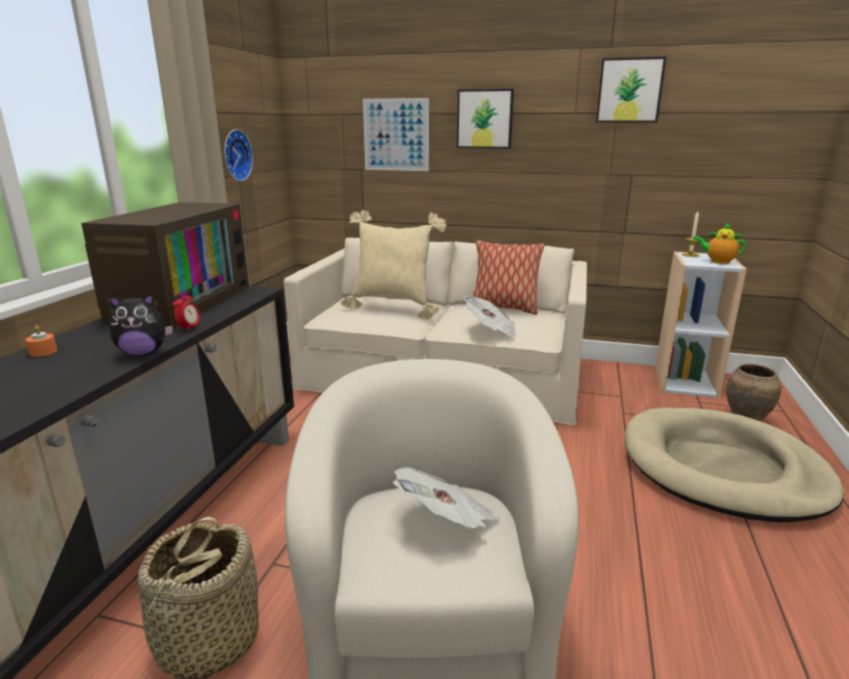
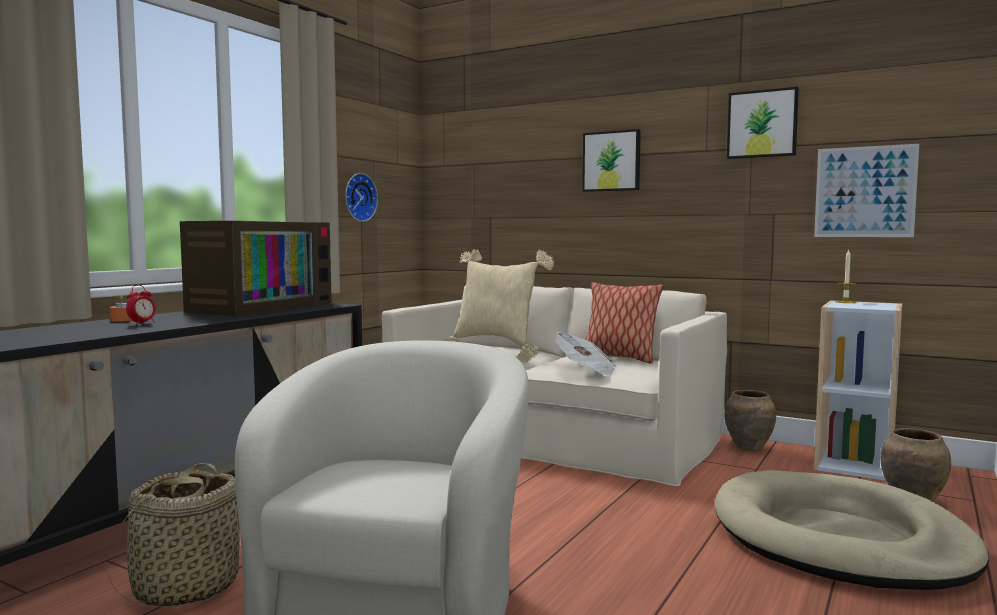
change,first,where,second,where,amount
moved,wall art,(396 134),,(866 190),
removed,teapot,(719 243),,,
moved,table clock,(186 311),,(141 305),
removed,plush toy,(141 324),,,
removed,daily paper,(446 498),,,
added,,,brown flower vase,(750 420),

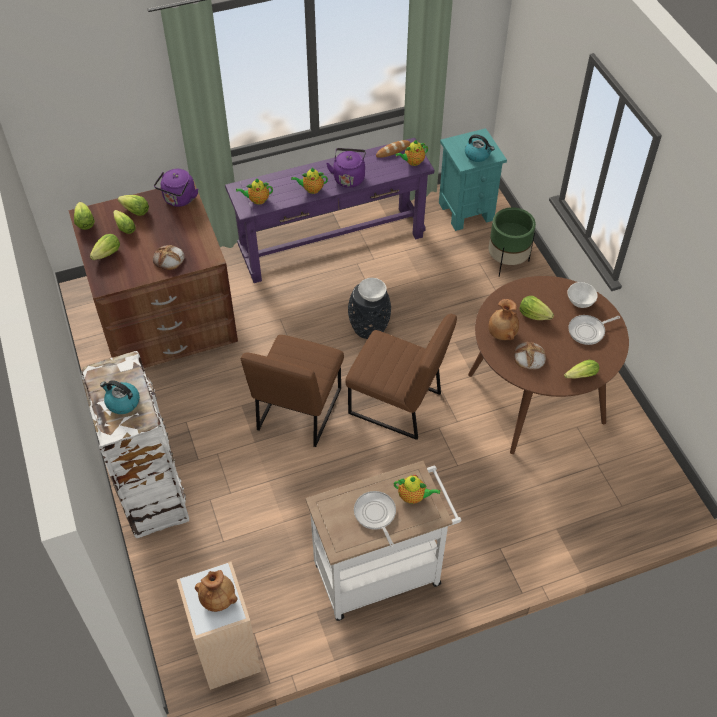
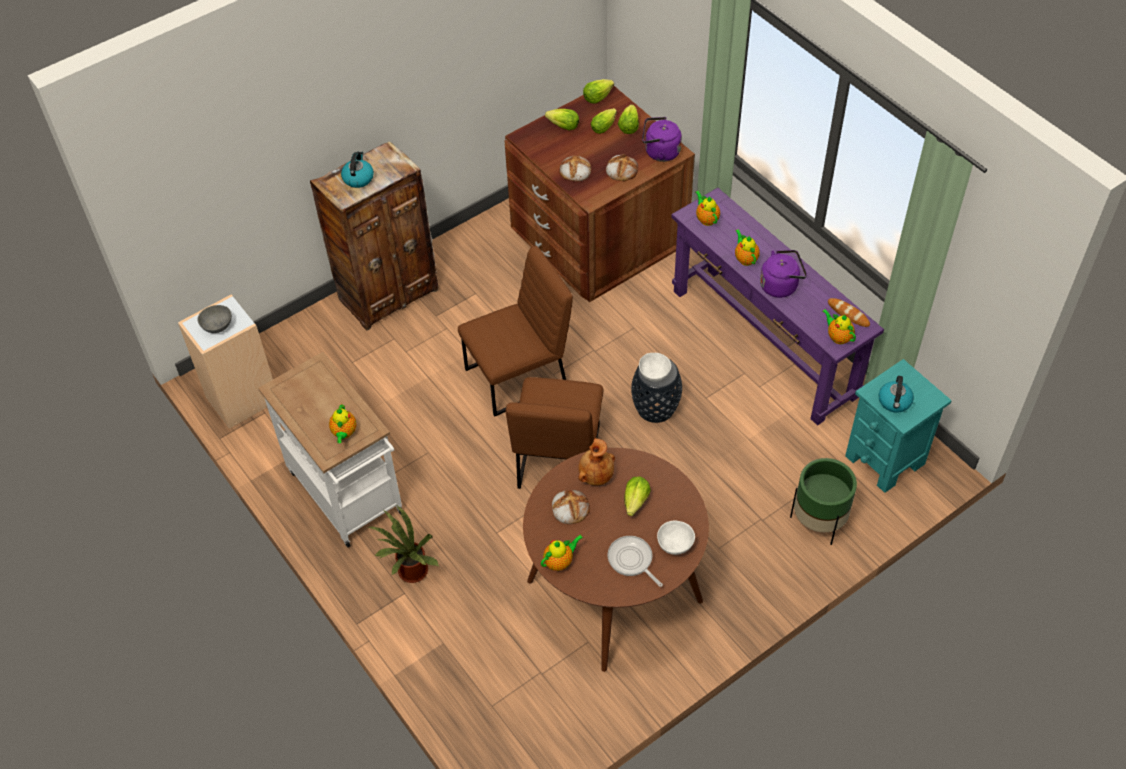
change,first,where,second,where,amount
turned,brown chair,(292 391),,(515 331),150 degrees clockwise
recoloured,white-coloured cupboard,(135 444),brown cupboard,(374 236),
replaced,lettuce head,(581 369),teapot,(562 552),
removed,frying pan,(375 519),,,
replaced,brown flower vase,(216 591),grey deep dish,(215 319),
added,,,bakery bread,(622 167),
added,,,plant in a pot,(403 544),

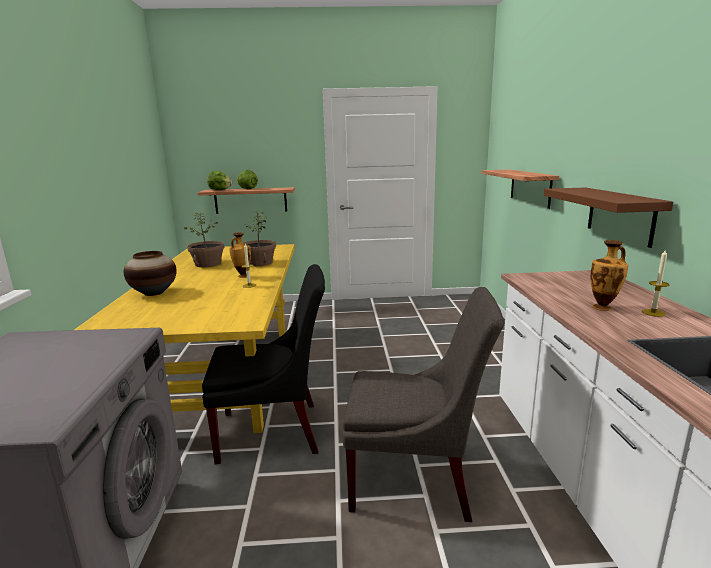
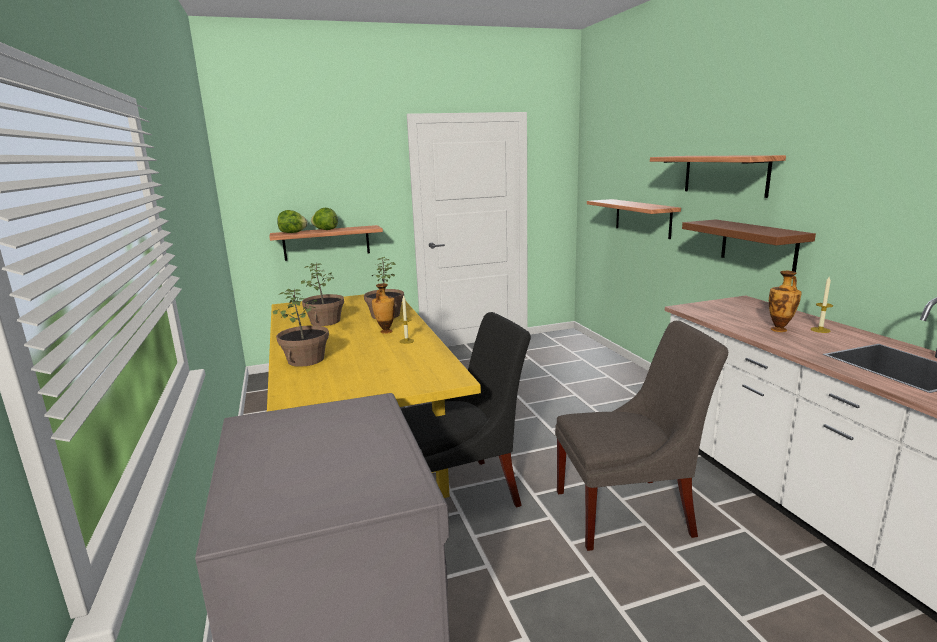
change,first,where,second,where,amount
replaced,flower vase,(150 273),plant in a pot,(301 328),
added,,,bracket shelf,(718 176),

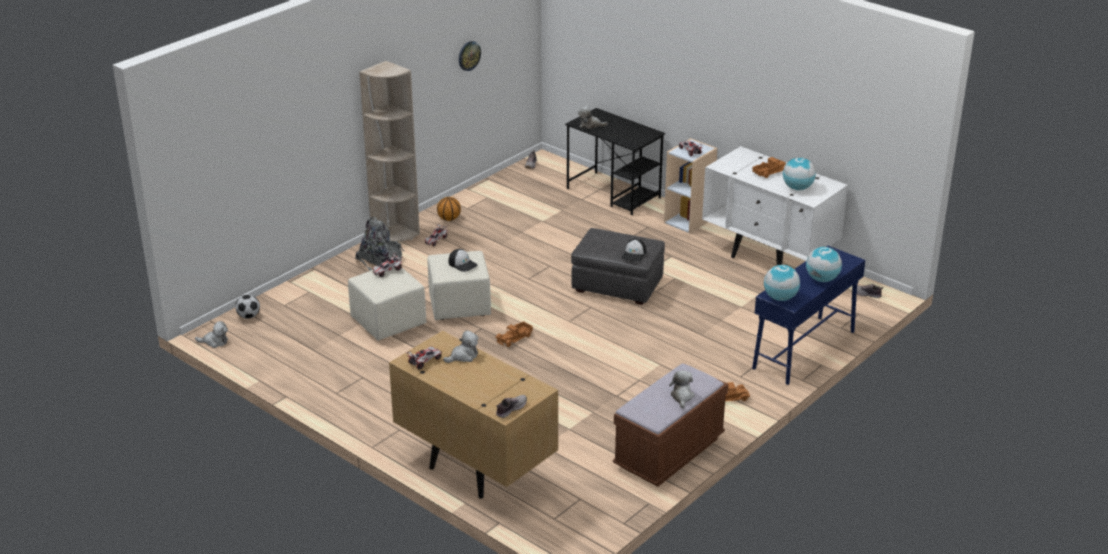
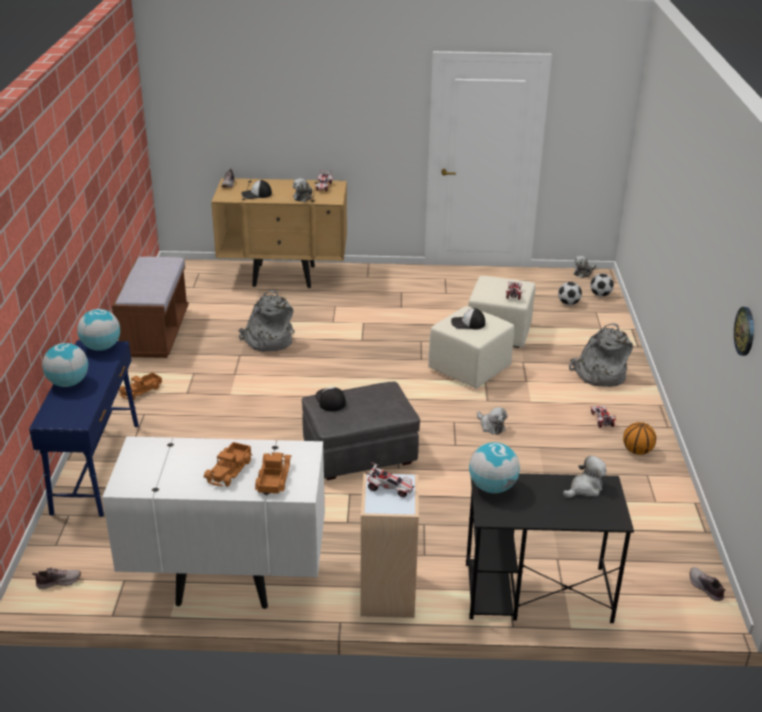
change,first,where,second,where,amount
removed,sand-coloured shelving unit,(389 151),,,
moved,world globe,(799 173),,(494 467),
moved,toy lorry,(514 334),,(273 473),
moved,plush toy,(682 389),,(492 421),
added,,,baseball cap,(256 189),
added,,,football,(570 293),
added,,,grey rucksack,(266 321),

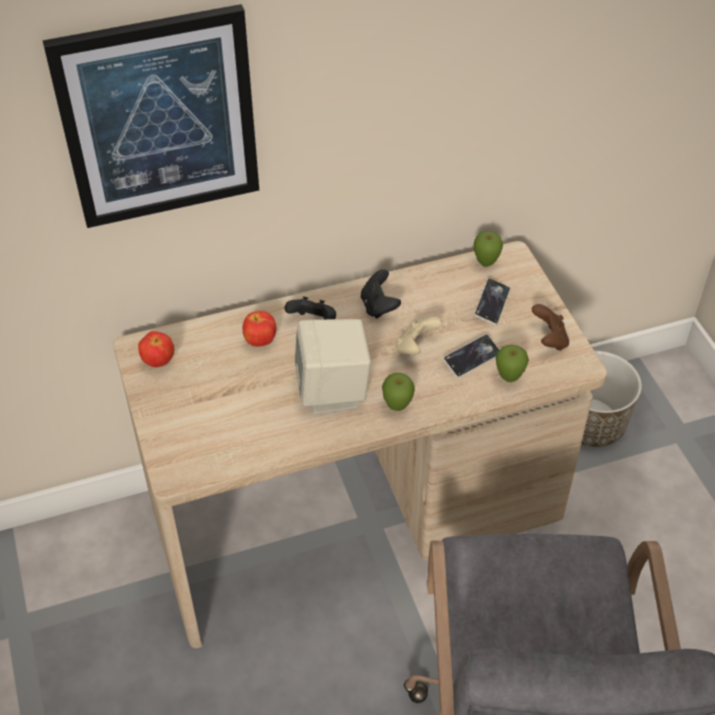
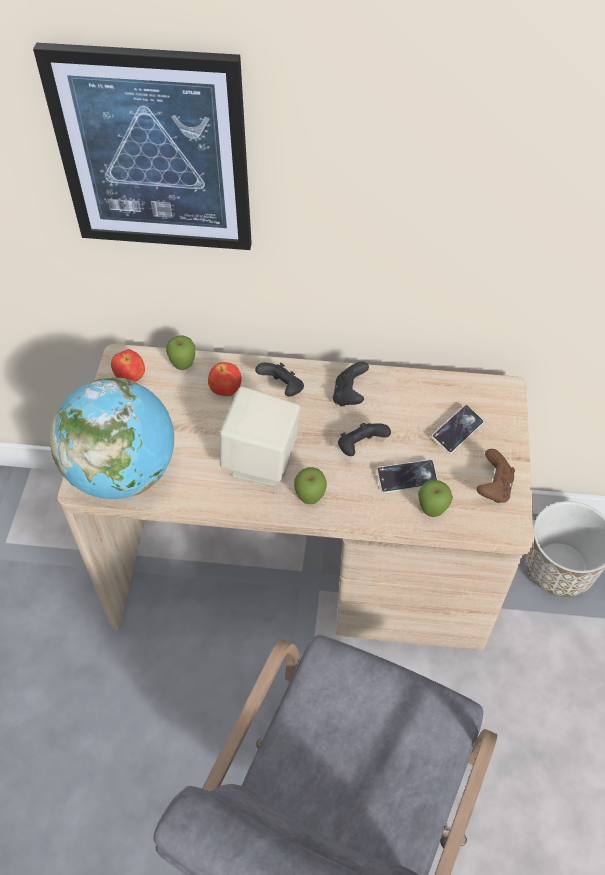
change,first,where,second,where,amount
moved,apple fruit,(488 249),,(180 352),
recoloured,sand-coloured game controller,(418 335),blackish game controller,(364 439),
added,,,world globe,(112 438),

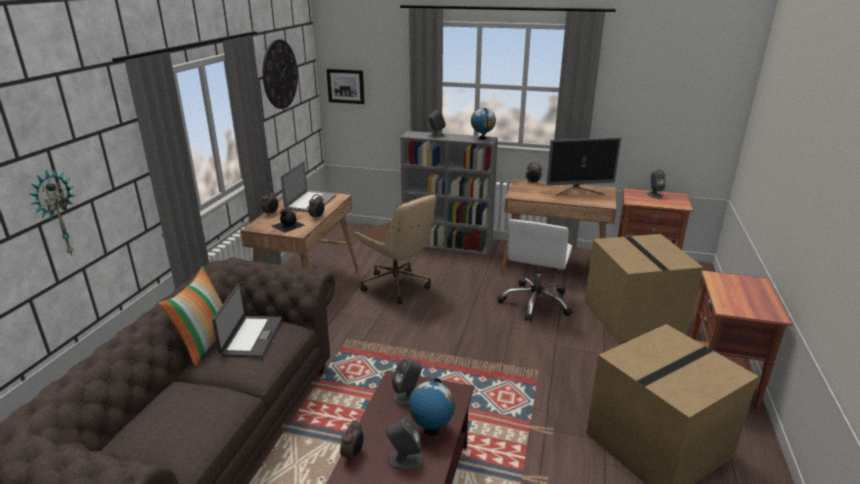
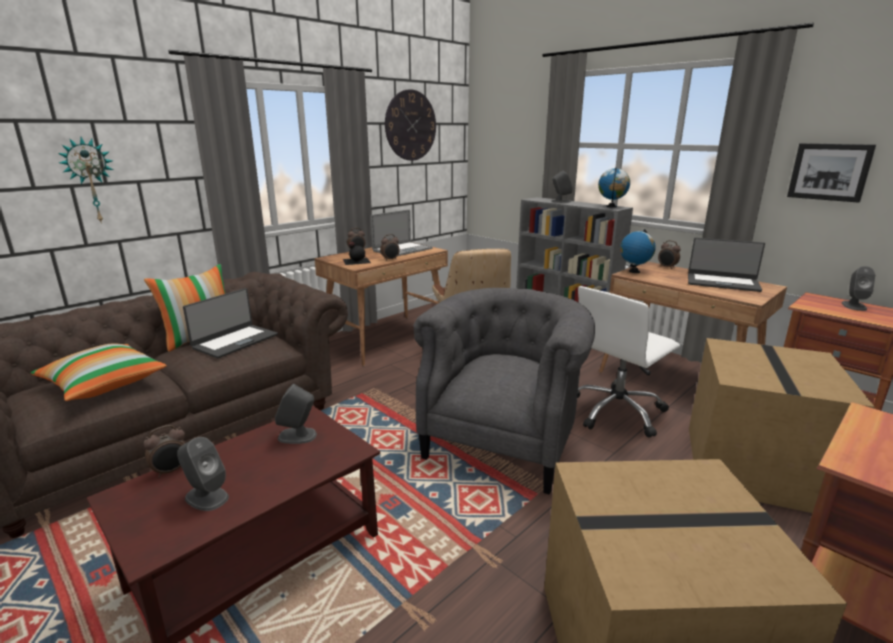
change,first,where,second,where,amount
moved,wall art,(345 86),,(831 173),
replaced,computer screen,(584 167),notebook computer,(726 265),
moved,world globe,(431 407),,(638 251),
added,,,grey armchair,(504 391),
added,,,pillow,(99 372),

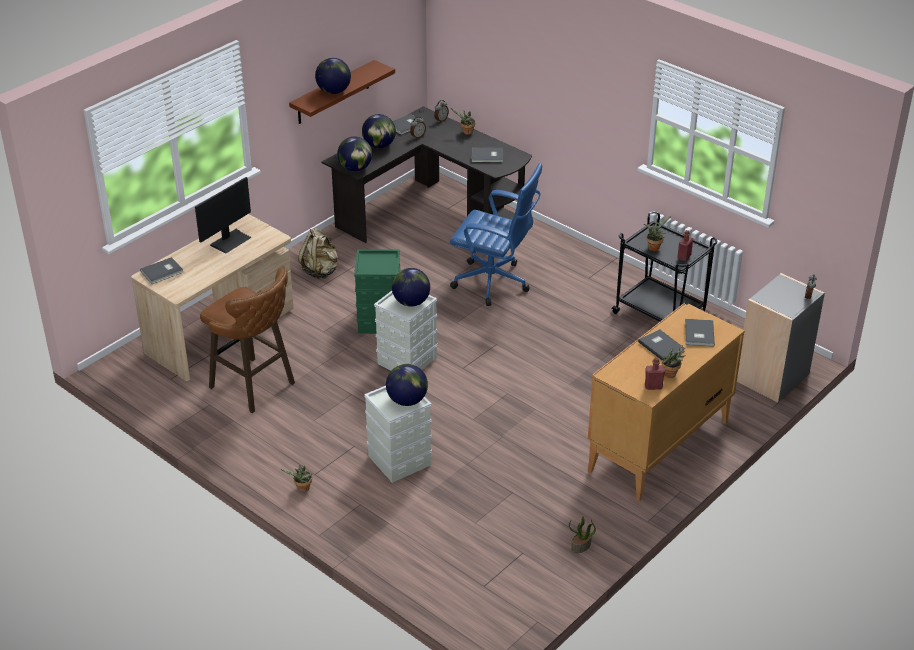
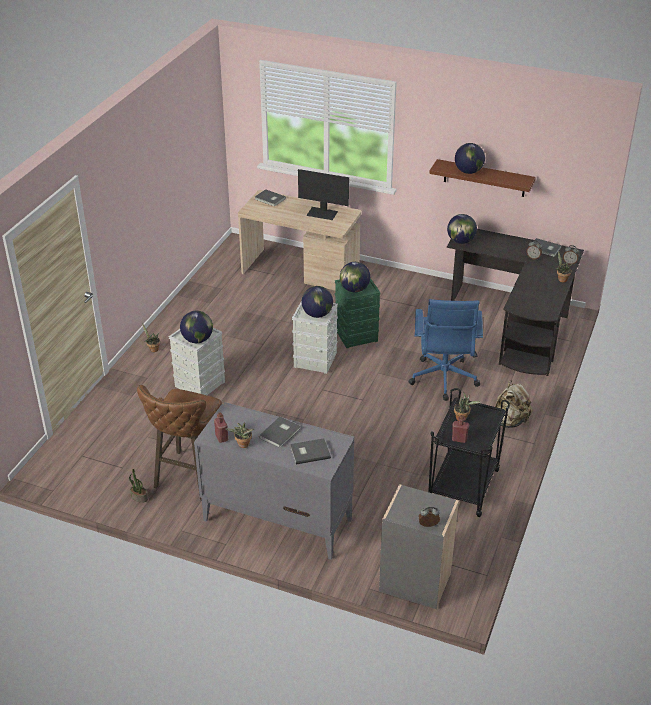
change,first,where,second,where,amount
moved,world globe,(379 131),,(355 277),
removed,grey volume,(487 155),,,
moved,sand-coloured rucksack,(318 253),,(513 404),
moved,brown sitting stool,(247 339),,(179 442),
recoloured,brown cupboard,(666 402),grey cupboard,(274 481),

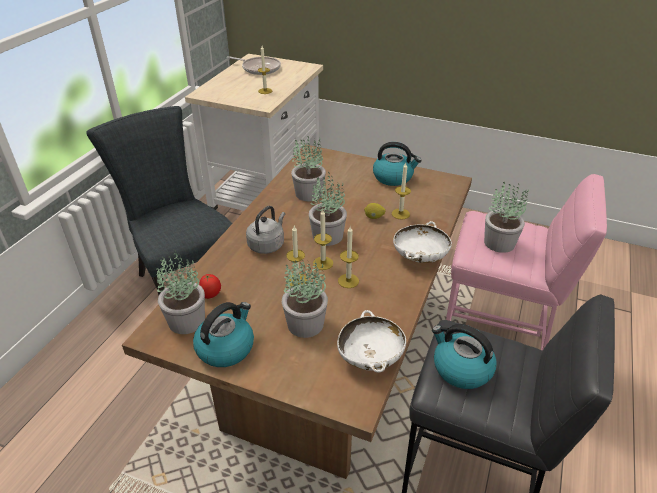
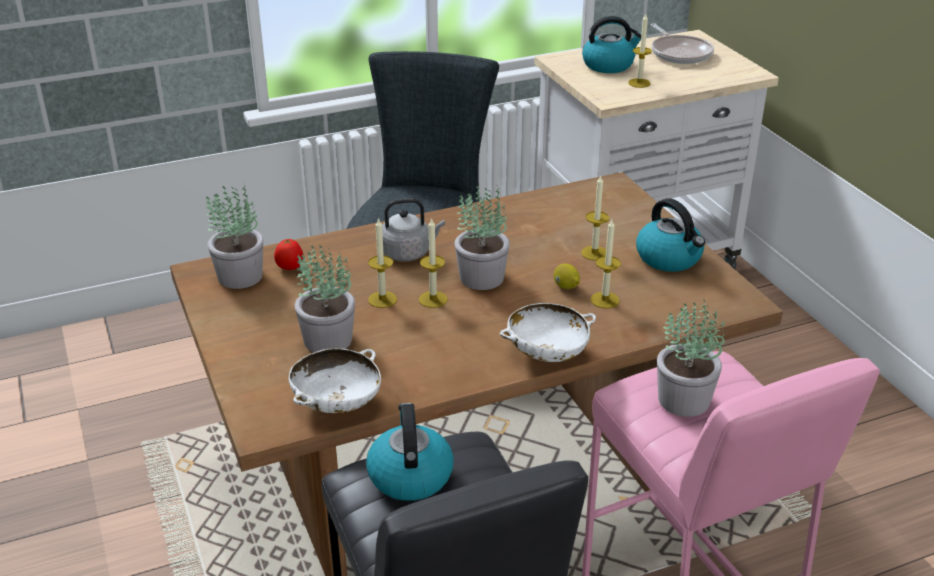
change,first,where,second,where,amount
removed,plant in a pot,(308 168),,,
moved,candle,(348 257),,(595 218),
moved,tea kettle,(223 334),,(612 44),

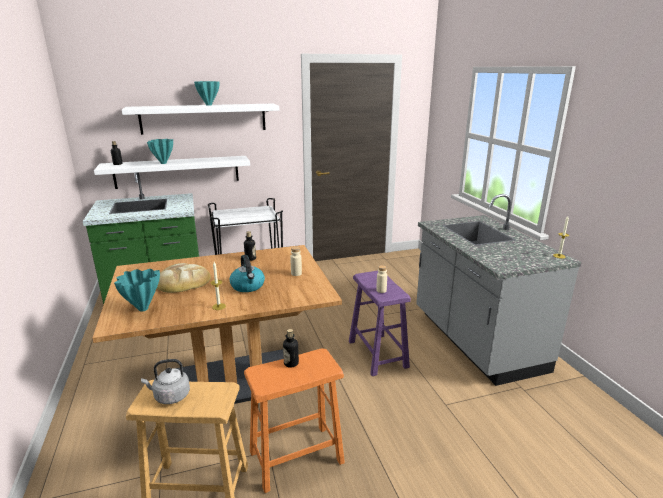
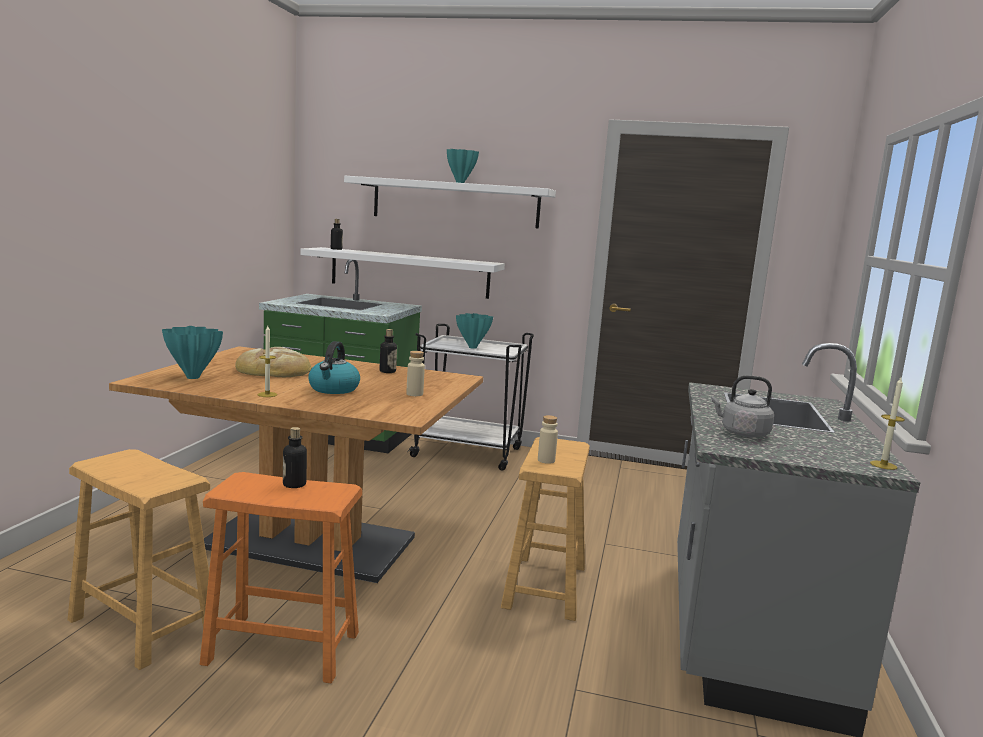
change,first,where,second,where,amount
moved,blue-green flower vase,(160 151),,(474 331),
recoloured,purple-coloured sitting stool,(380 323),brown sitting stool,(545 529),
moved,grey tea kettle,(165 381),,(742 406),

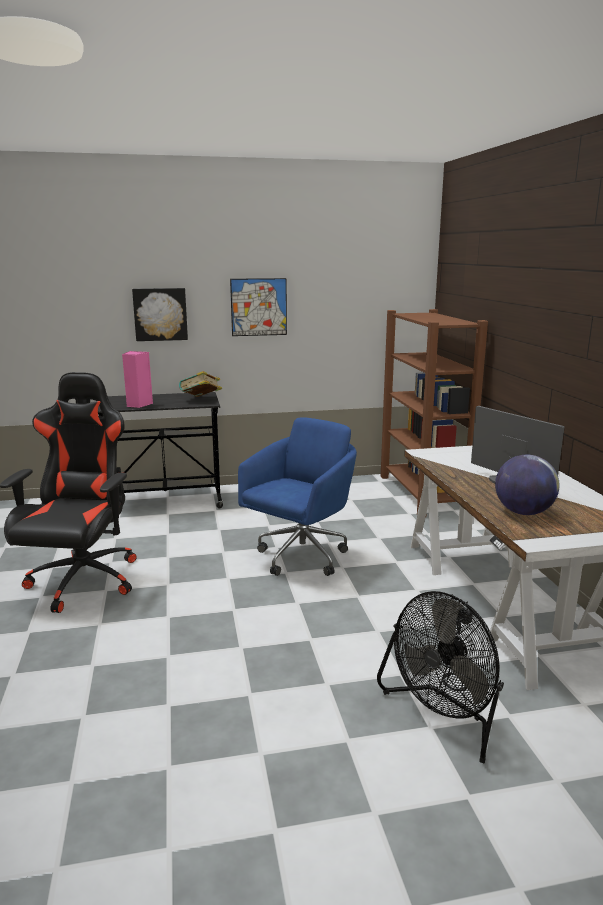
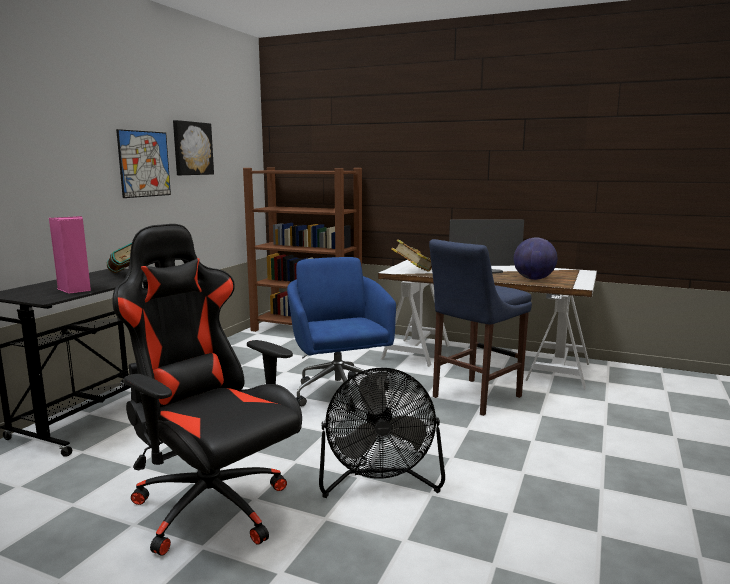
change,first,where,second,where,amount
moved,wall art,(160 314),,(193 147),
moved,blackish cooling fan,(440 677),,(382 433),
added,,,volume,(411 255),
added,,,blue sitting stool,(480 327),

